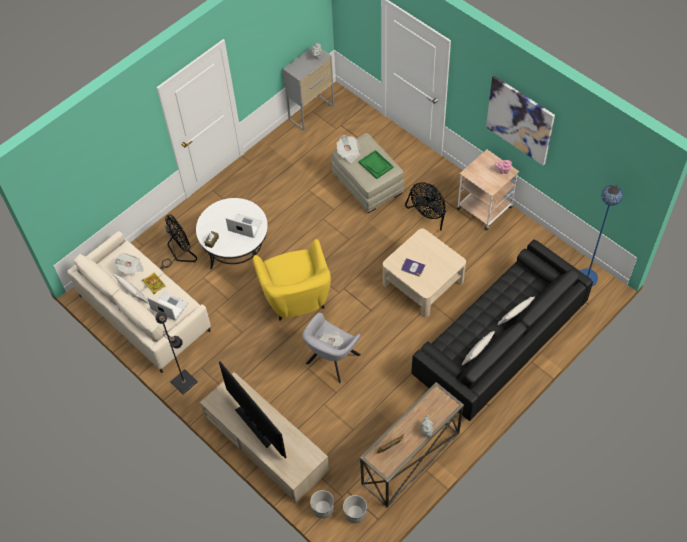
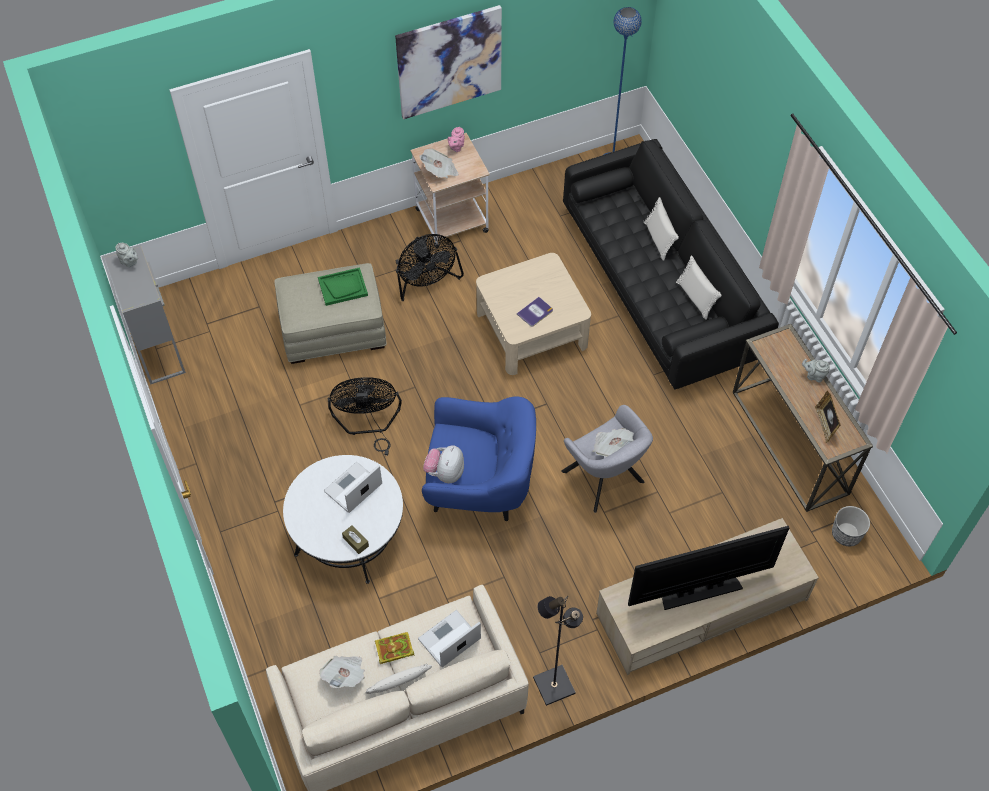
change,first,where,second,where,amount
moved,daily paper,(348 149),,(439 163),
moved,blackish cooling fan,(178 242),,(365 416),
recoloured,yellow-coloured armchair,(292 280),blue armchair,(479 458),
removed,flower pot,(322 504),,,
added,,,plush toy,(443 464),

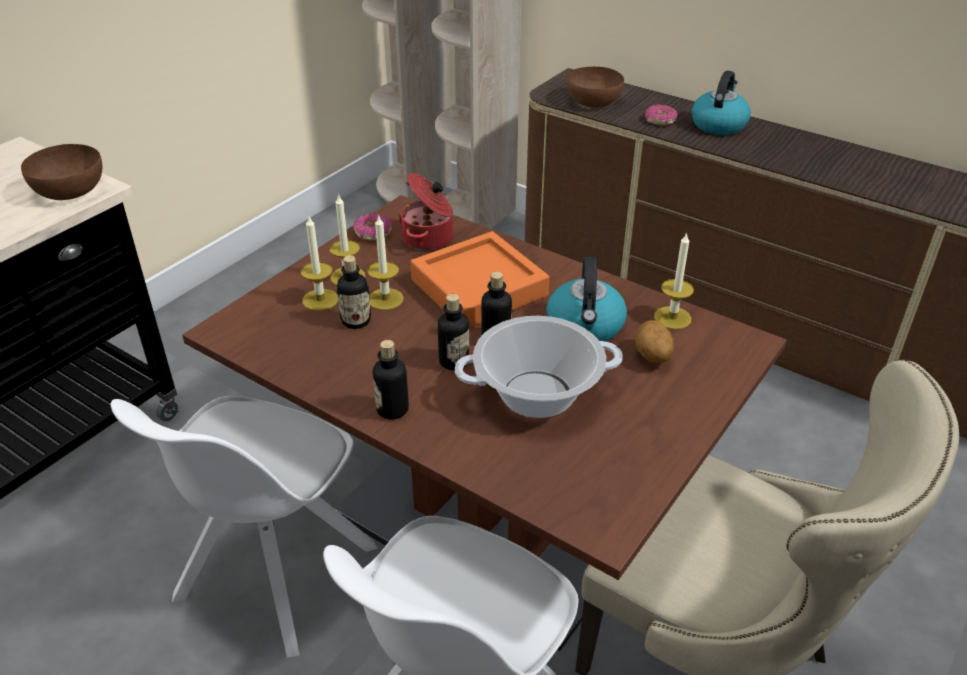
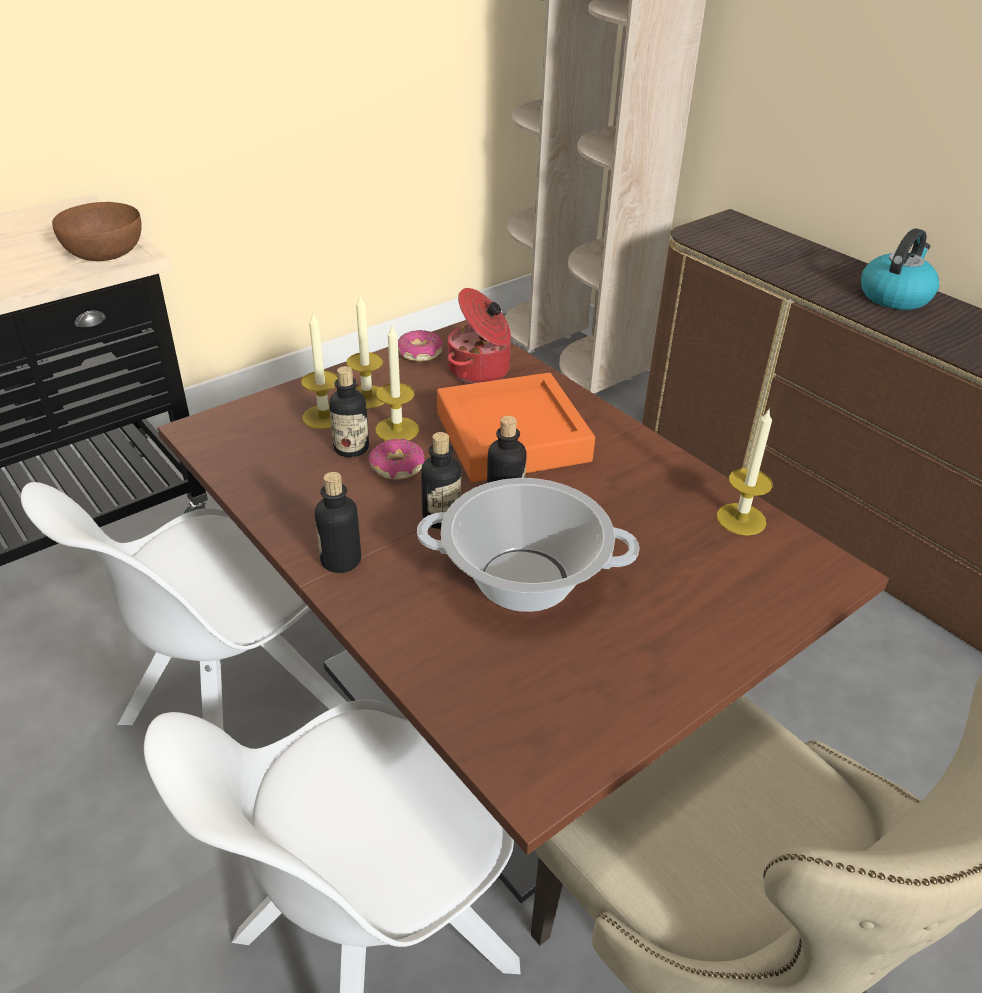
change,first,where,second,where,amount
removed,brown deep dish,(595 87),,,
moved,ring doughnut,(661 114),,(397 459),
removed,tea kettle,(586 299),,,
removed,potato,(654 341),,,

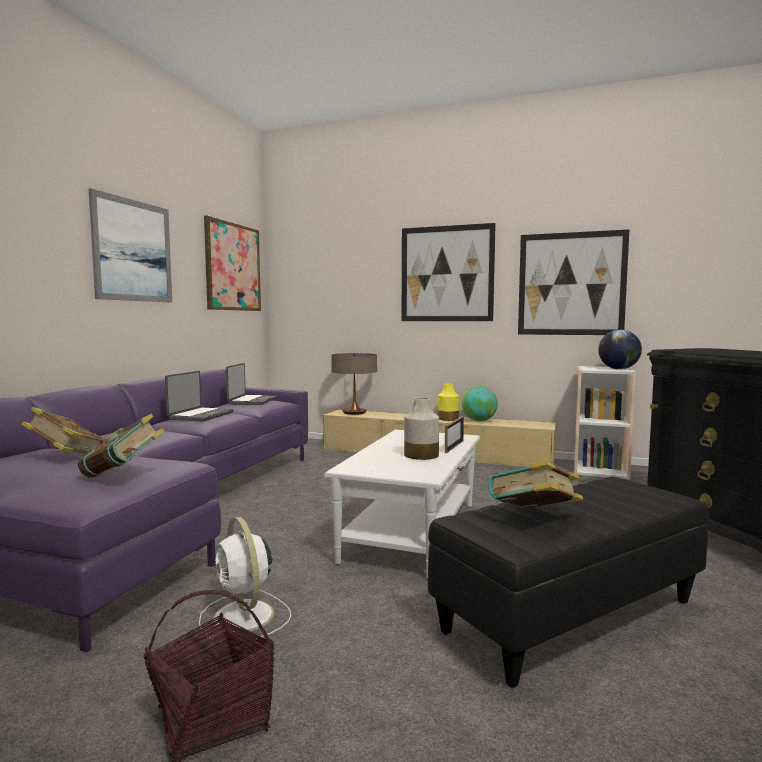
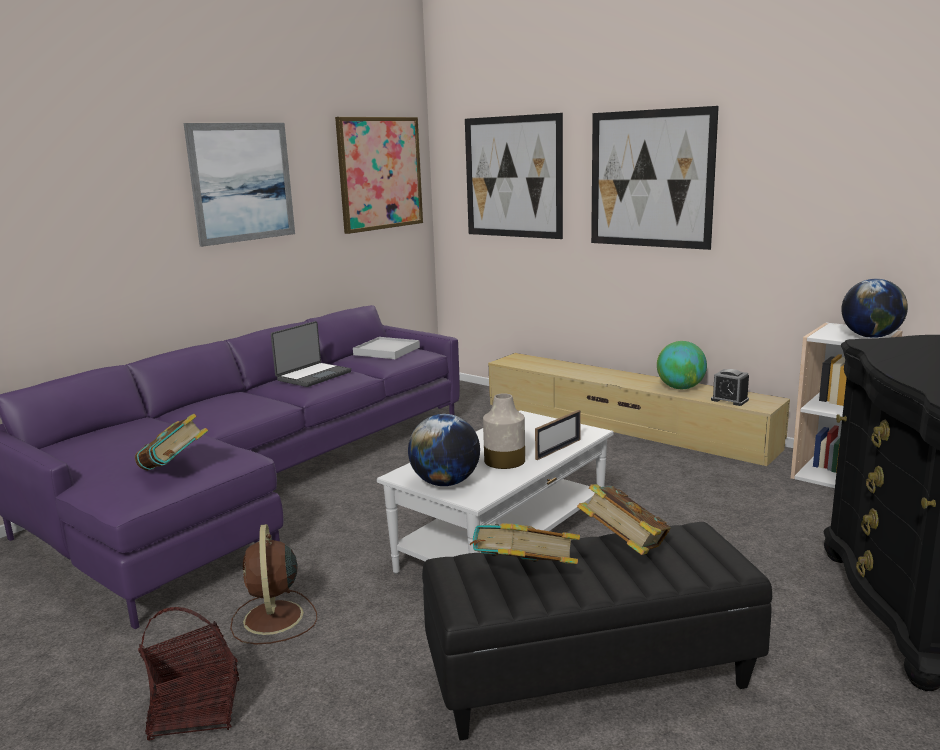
change,first,where,second,where,amount
moved,wall art,(573 282),,(514 176),
removed,table lamp,(354 384),,,
replaced,notebook computer,(251 384),white-coloured tray,(386 348),
removed,yellow-coloured flower vase,(448 402),,,
moved,volume,(62 430),,(624 519),
recoloured,white-coloured cooling fan,(245 579),brown cooling fan,(273 584),
added,,,table clock,(730 387),
added,,,world globe,(444 450),

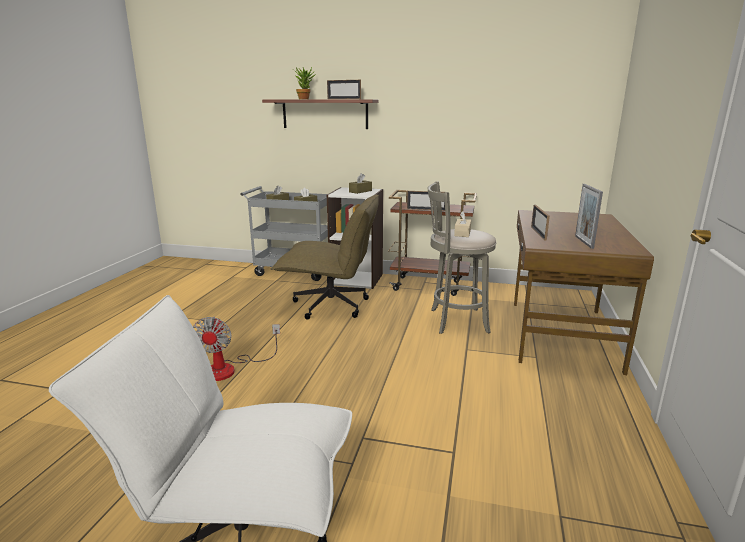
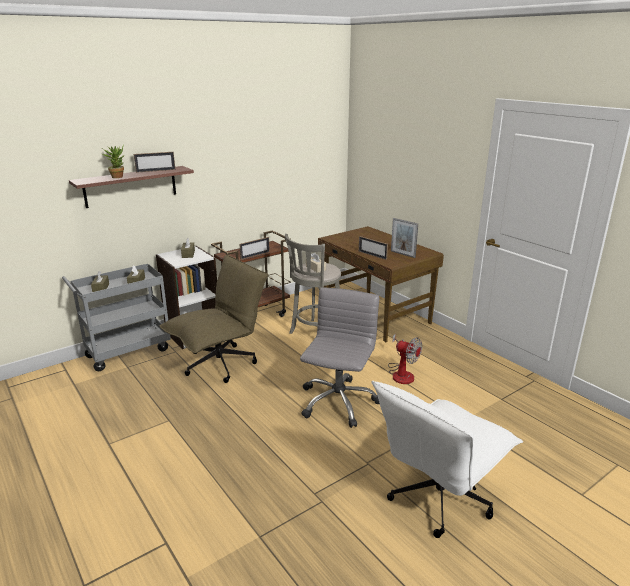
change,first,where,second,where,amount
moved,cooling fan,(236 348),,(405 359),
added,,,grey desk chair,(340 357),

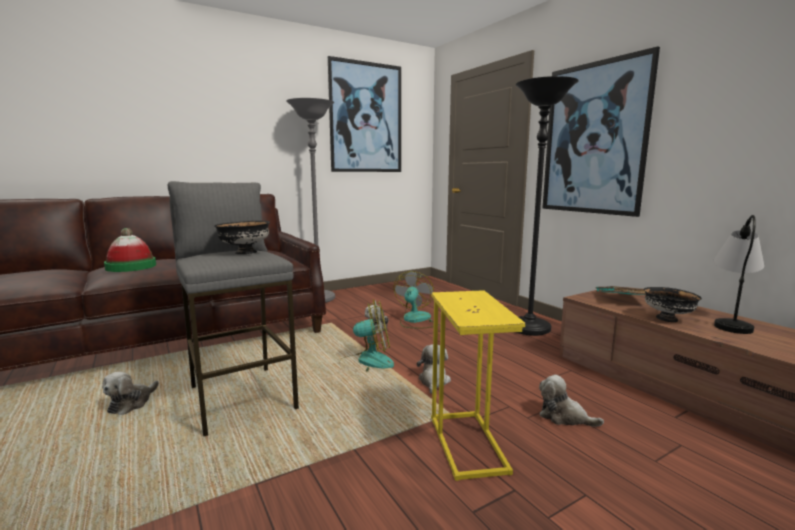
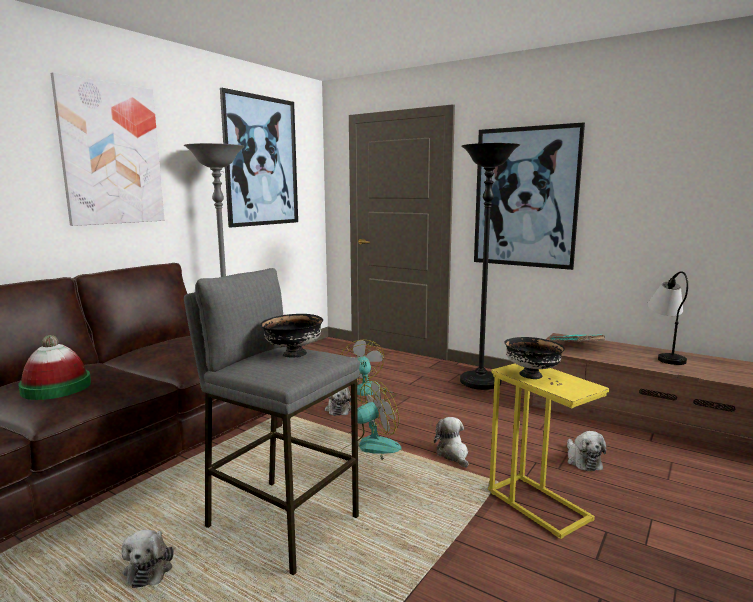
change,first,where,second,where,amount
moved,blackish deep dish,(673 304),,(534 358),
turned,plush toy,(571 401),,(586 451),105 degrees counterclockwise
added,,,wall art,(107 149),

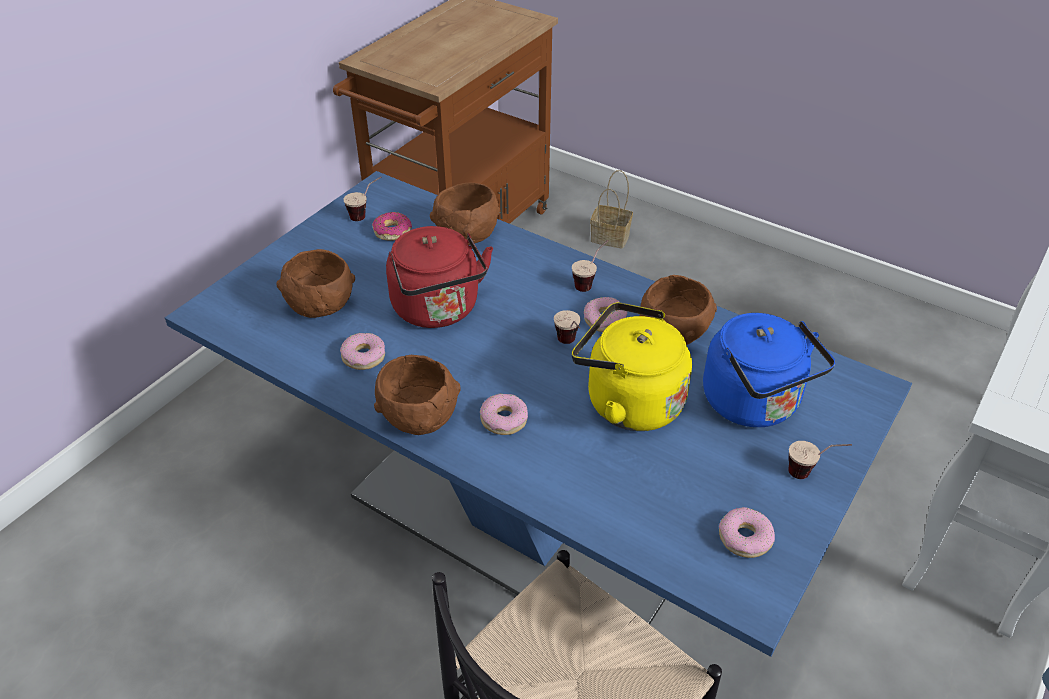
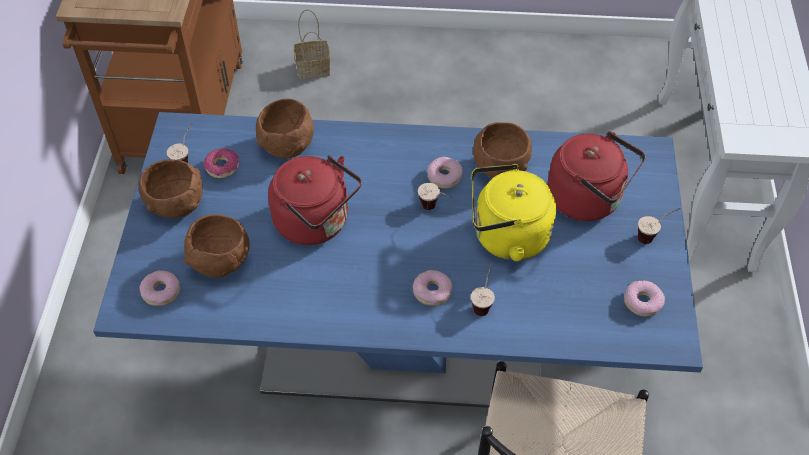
change,first,where,second,where,amount
moved,small cup,(590 266),,(483 289),
recoloured,blue tea kettle,(769 370),reddish tea kettle,(596 176),
moved,ring doughnut,(362 351),,(159 288),
moved,brown deep dish,(417 395),,(170 188),

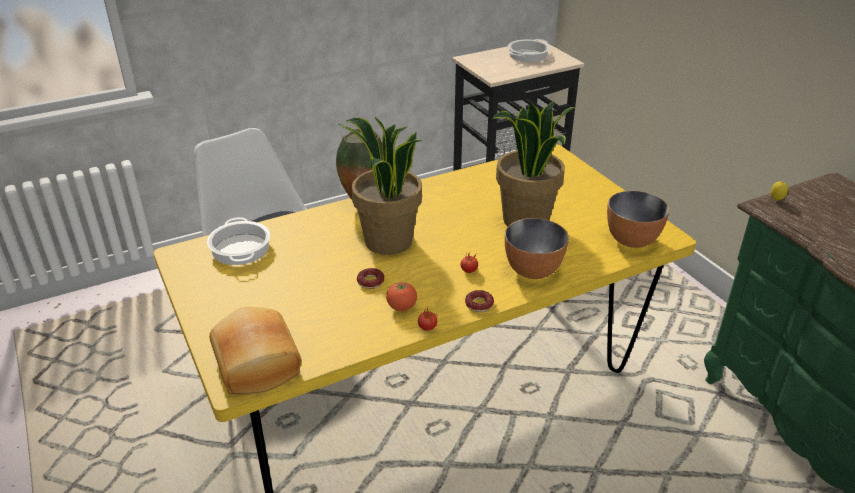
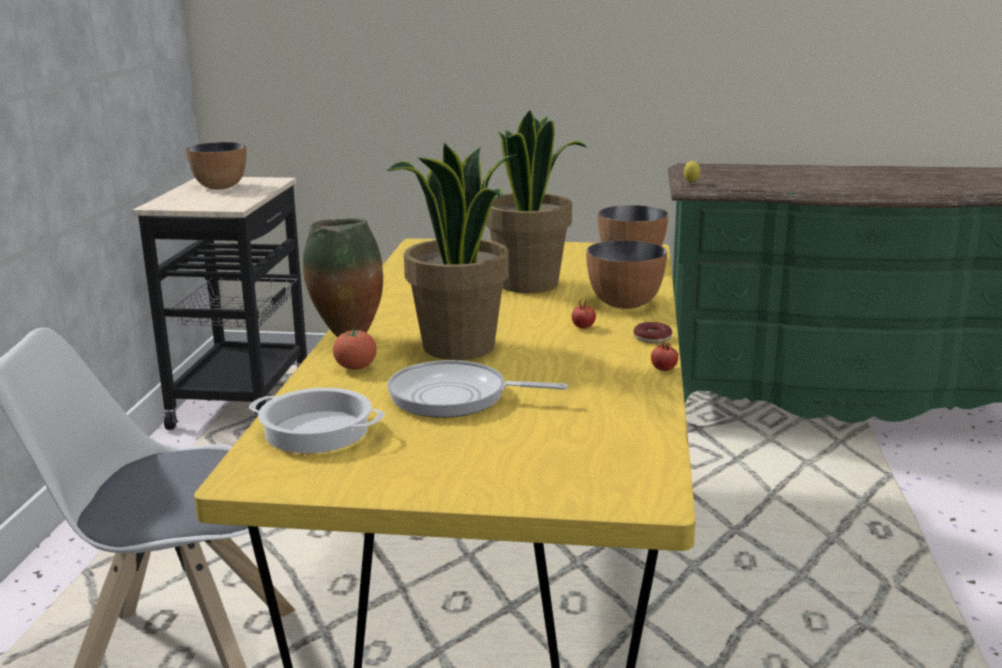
change,first,where,second,where,amount
replaced,cooking pot,(529 50),deep dish,(216 165),
removed,ring doughnut,(371 278),,,
moved,fresh tomato,(401 296),,(355 349),
removed,bakery bread,(255 351),,,
added,,,frying pan,(478 389),

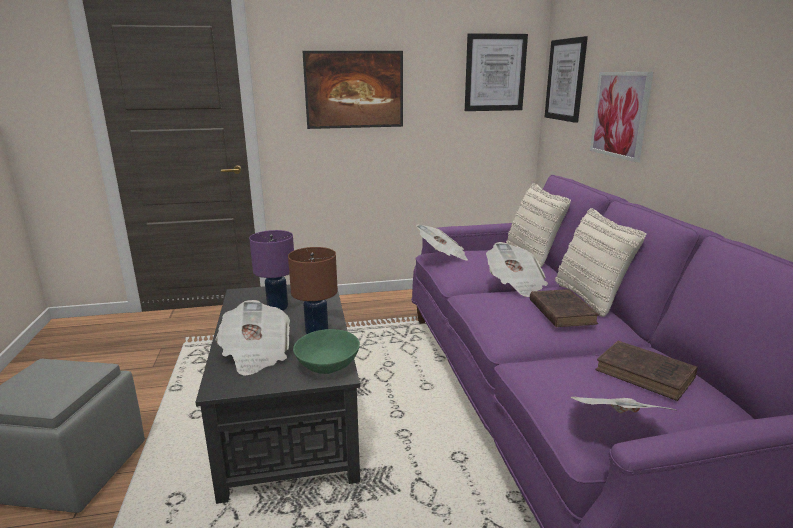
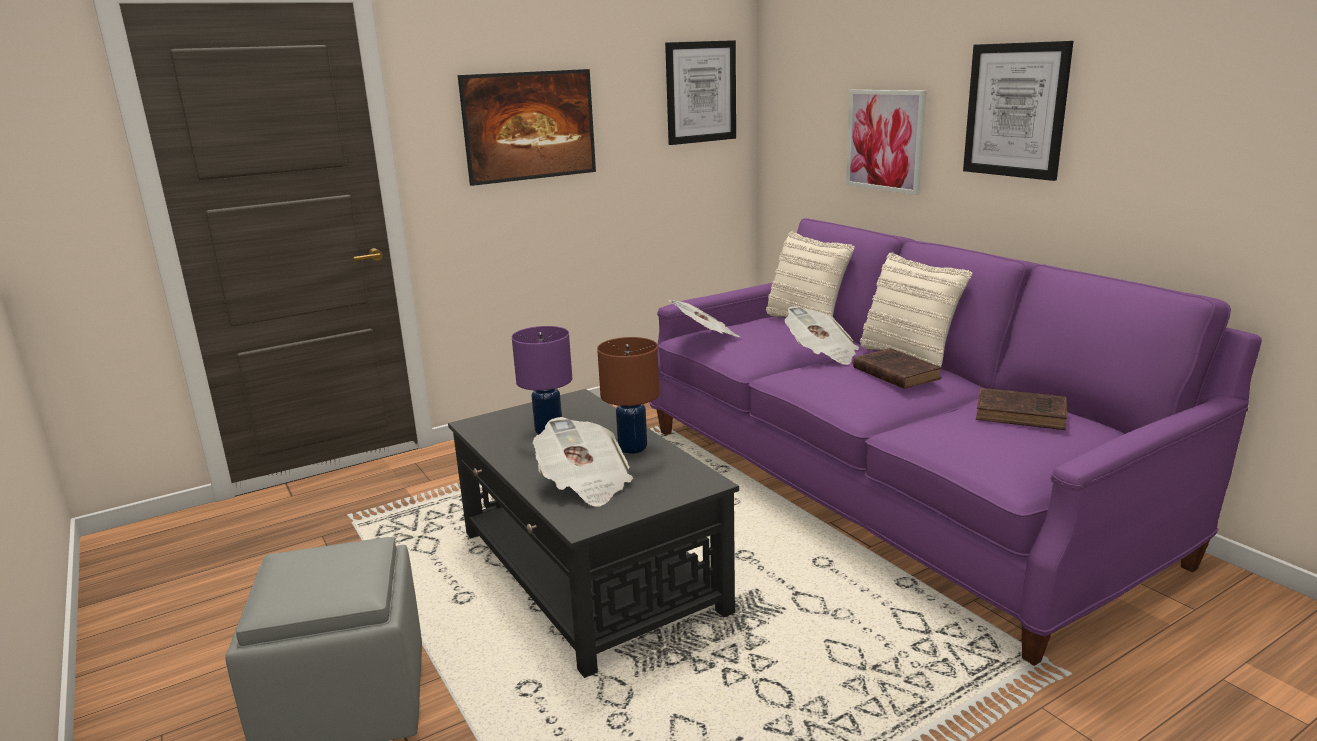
change,first,where,second,where,amount
moved,wall art,(566 79),,(1018 111),
removed,green-coloured deep dish,(326 351),,,
removed,daily paper,(622 404),,,

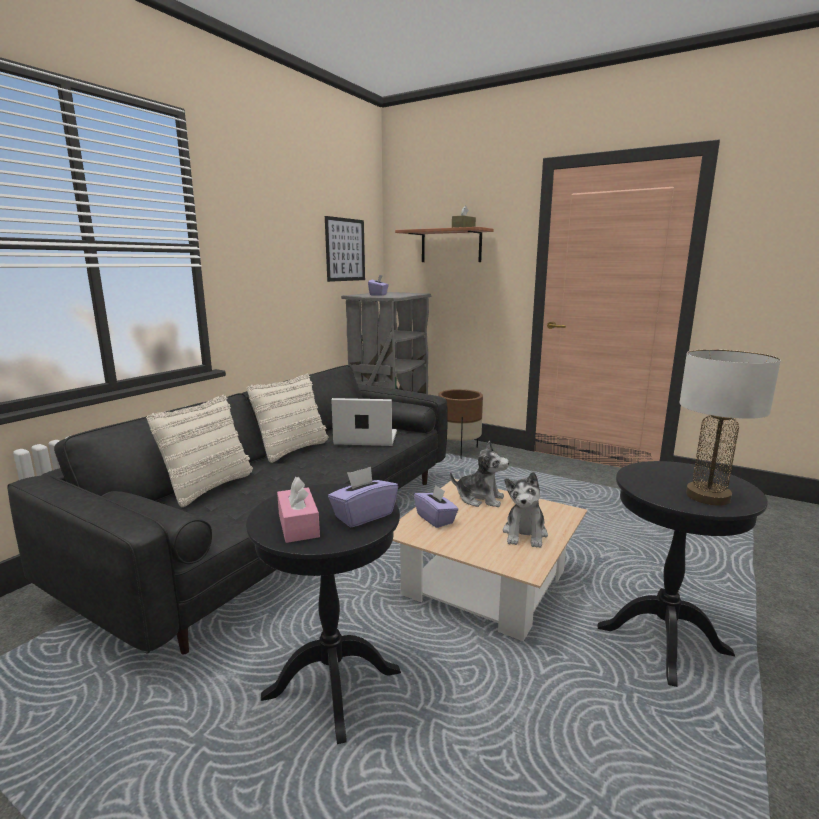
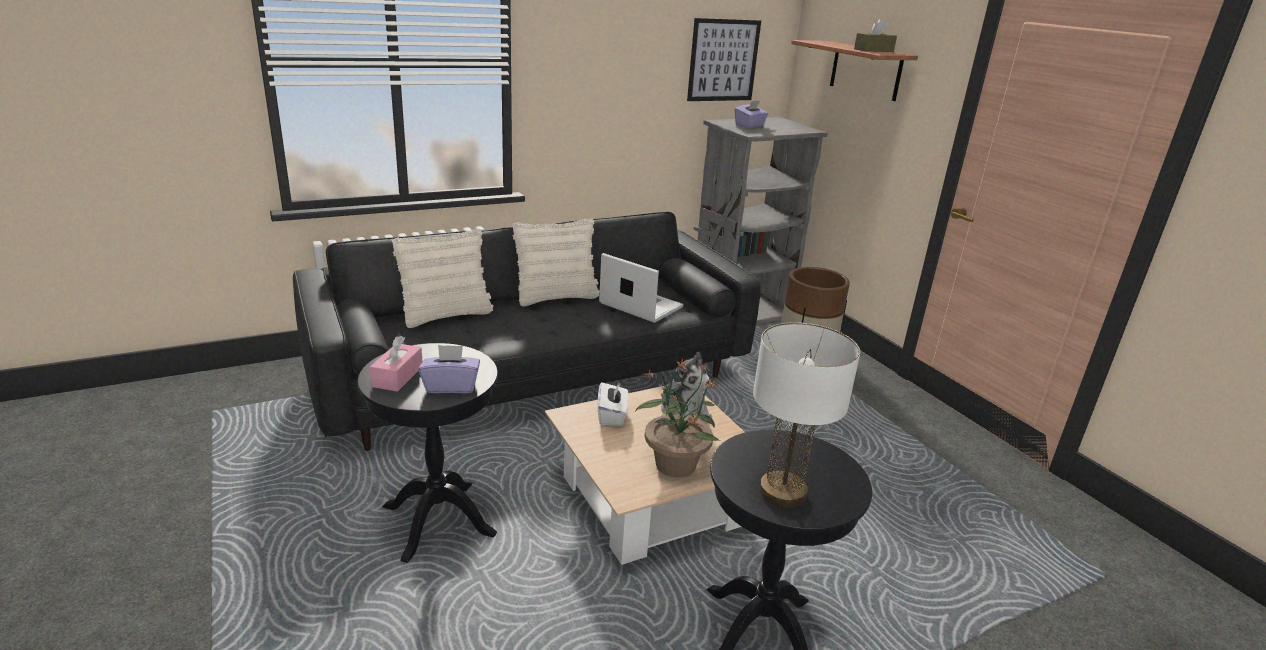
change,first,where,second,where,amount
replaced,plush toy,(525 510),plant in a pot,(678 418),
recoloured,purple-coloured tissue box,(436 506),white-coloured tissue box,(613 403),

